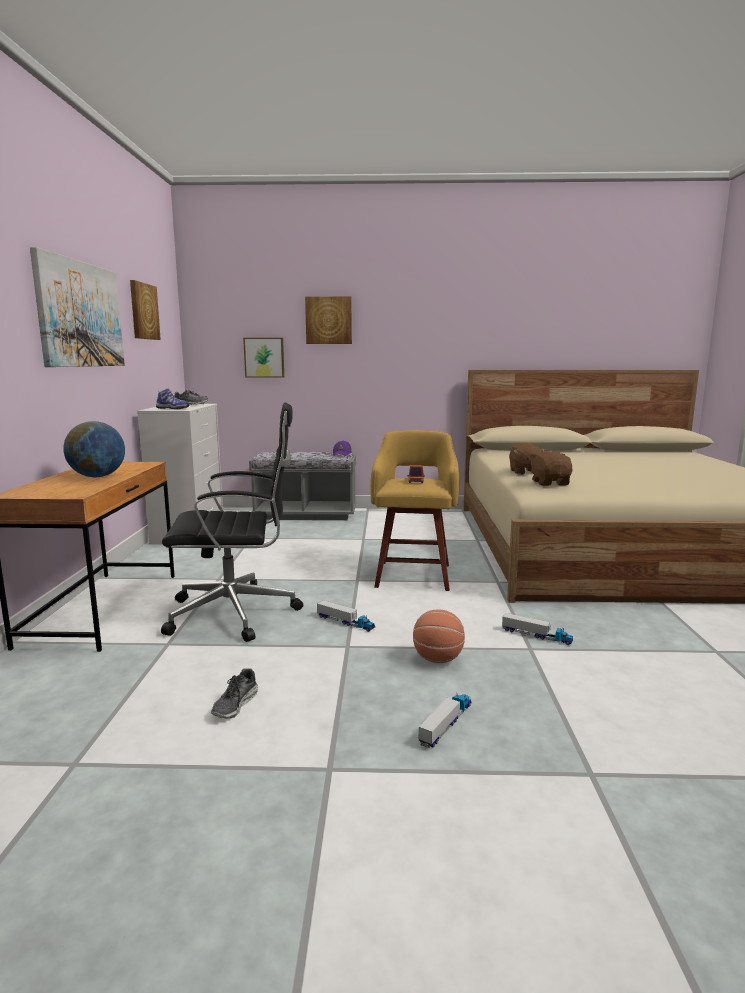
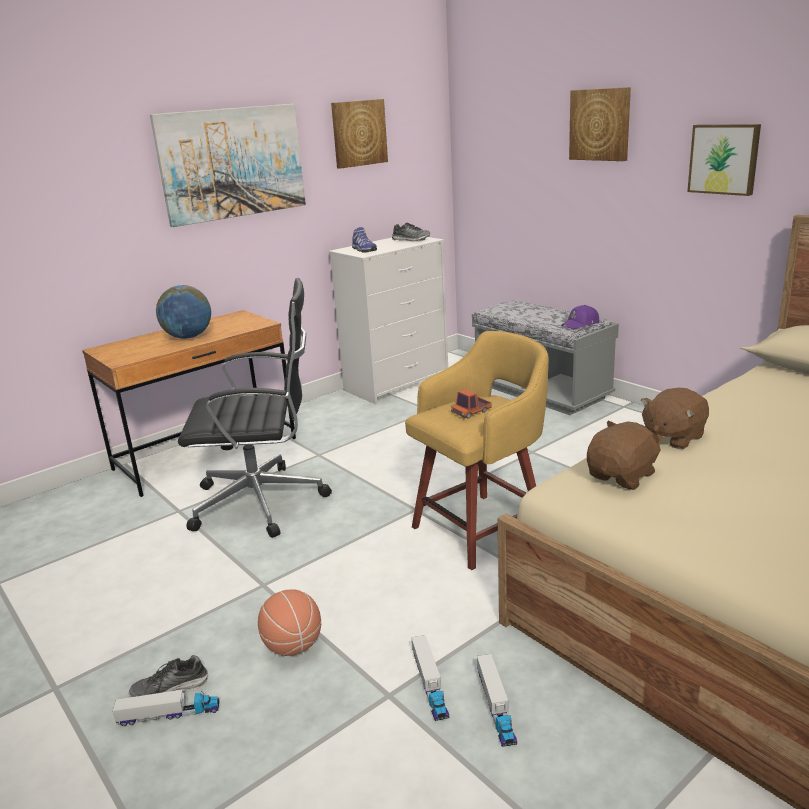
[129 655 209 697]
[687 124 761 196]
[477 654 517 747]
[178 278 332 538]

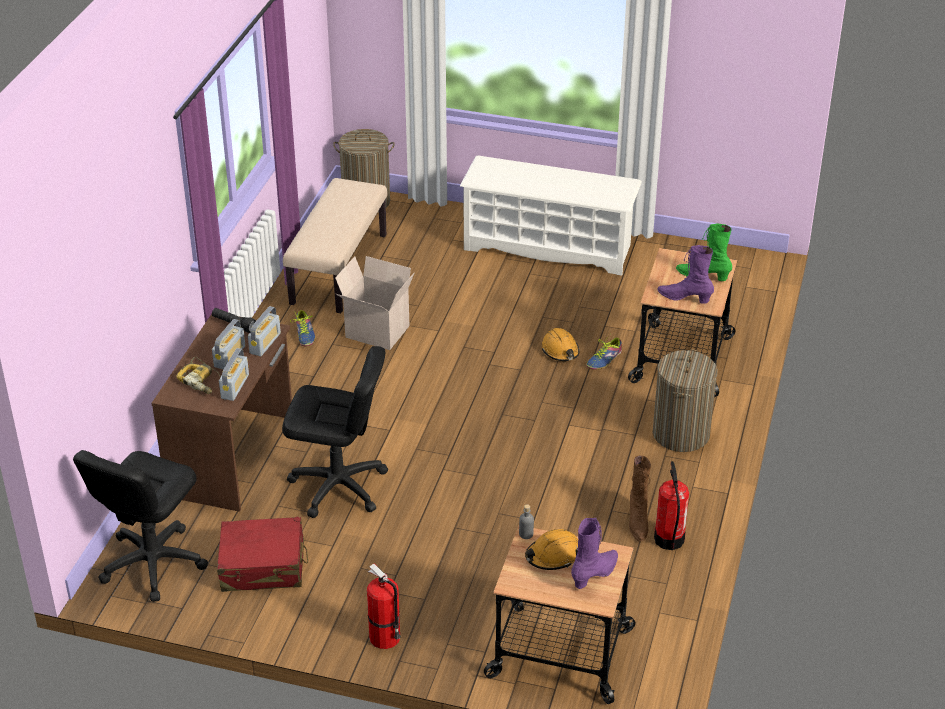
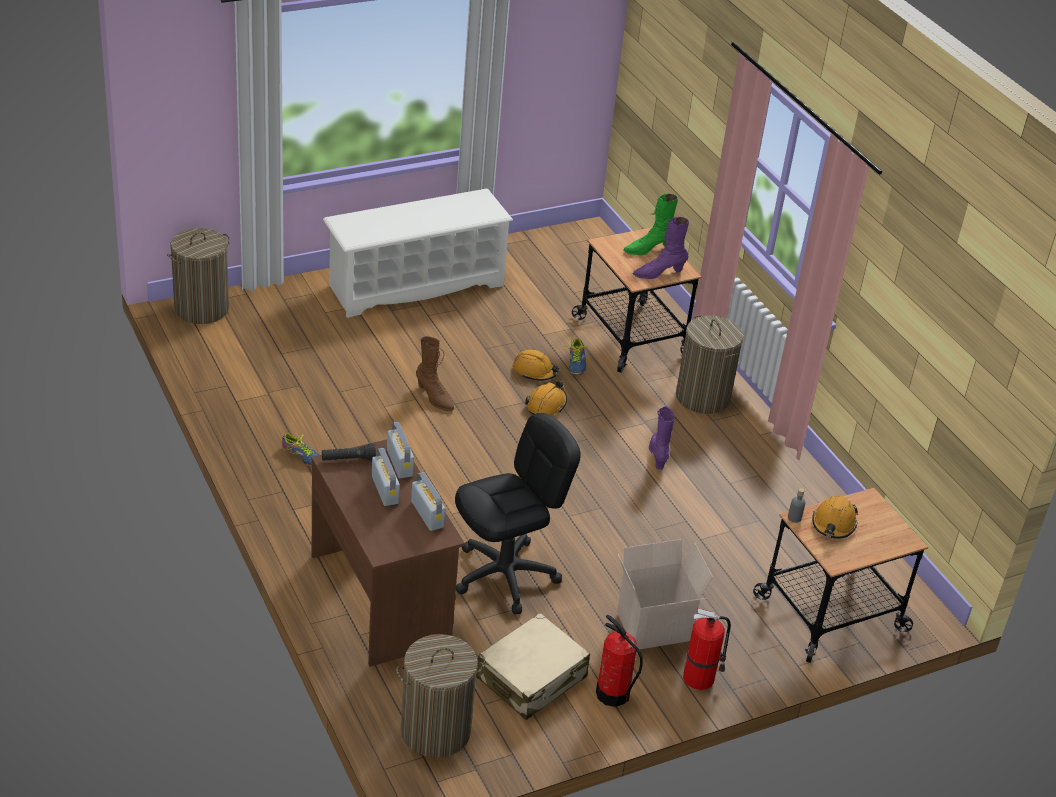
[176 357 221 394] (first image)
[283 178 387 313] (first image)
[525 381 567 415]
[617 539 713 649]
[649 406 675 469]
[416 336 454 411]
[596 615 643 707]
[396 634 485 758]
[476 613 590 720]

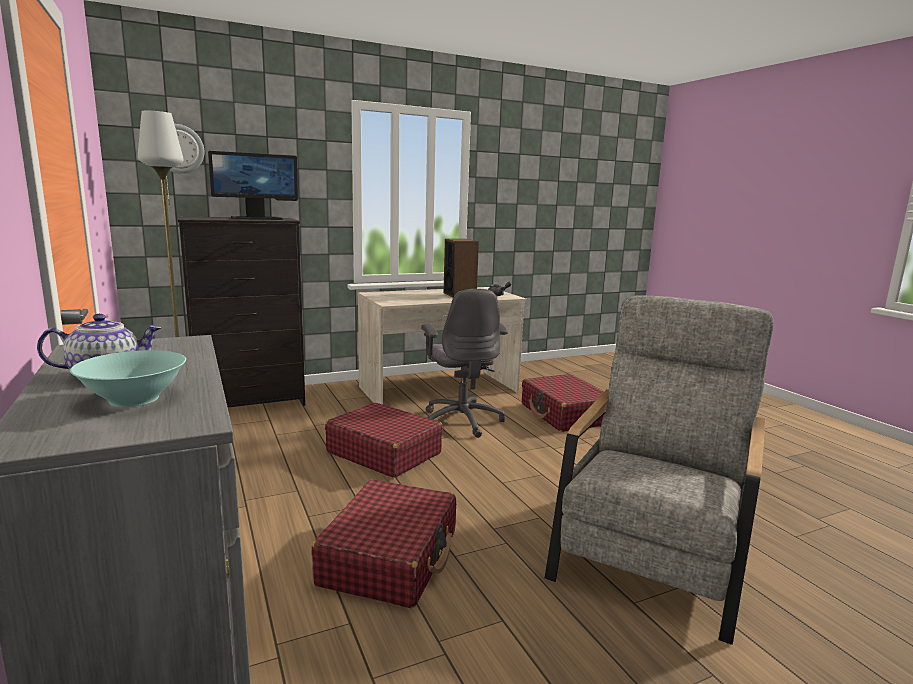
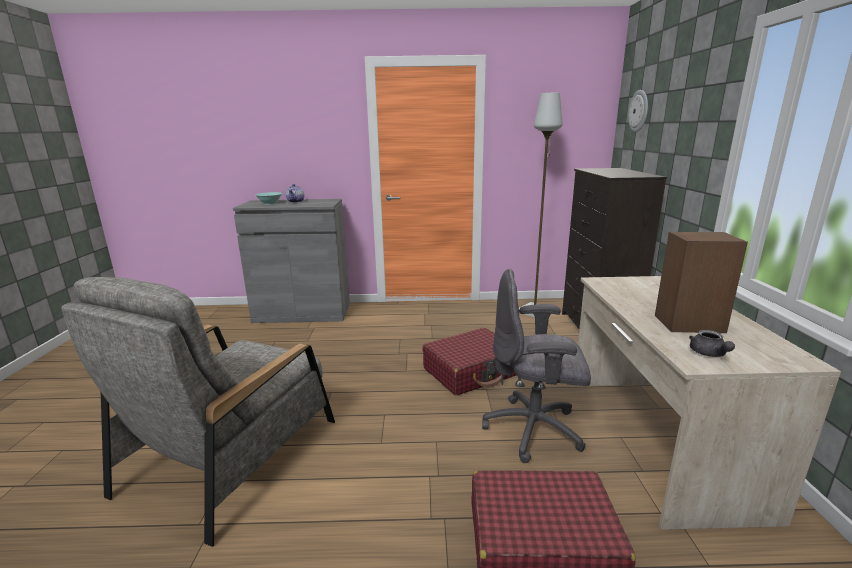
[208 151 298 220] (first image)
[312 479 456 608] (first image)
[61 277 335 547]

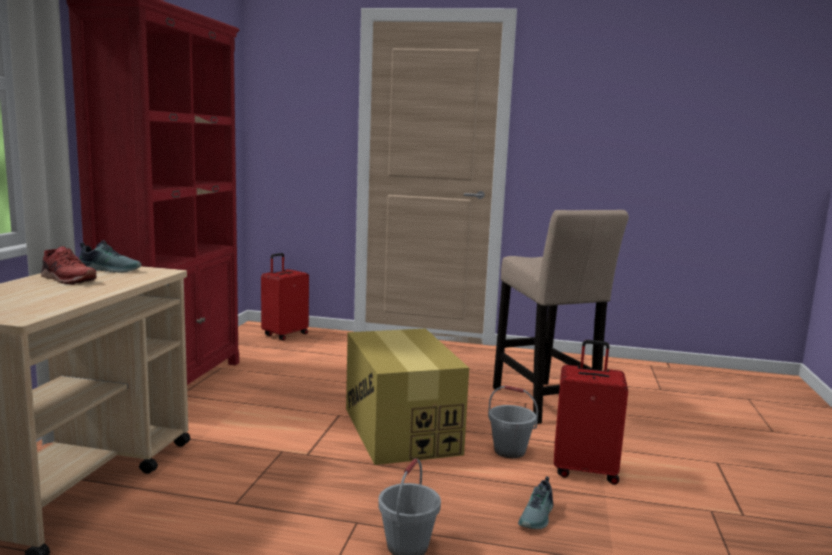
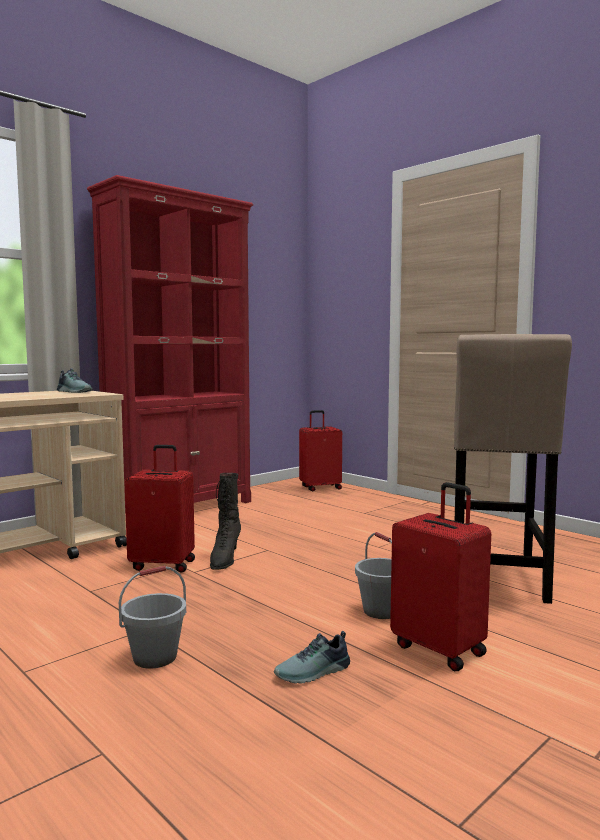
[41 246 97 285] (first image)
[346 329 469 465] (first image)
[125 445 195 572]
[210 473 241 570]

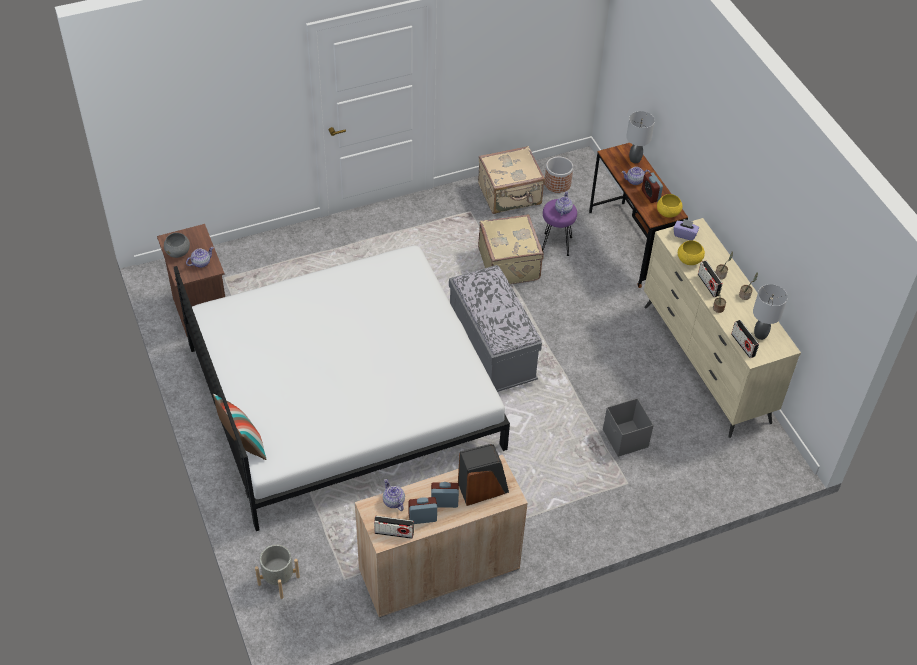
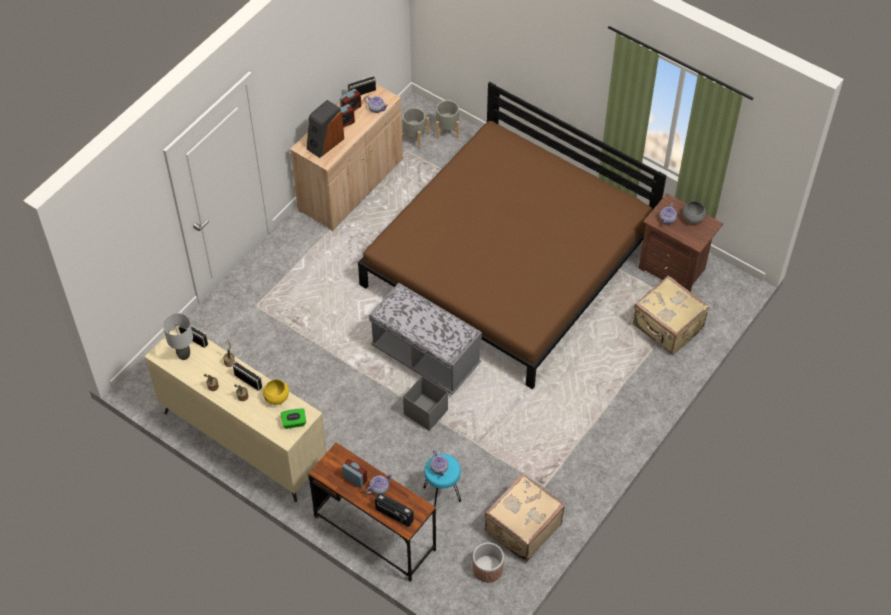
[213 394 266 460] (first image)
[657 194 682 218] (first image)
[402 108 429 149]
[633 275 709 355]
[403 376 448 431]
[375 493 414 527]
[358 82 667 389]
[423 454 461 507]
[281 408 306 429]

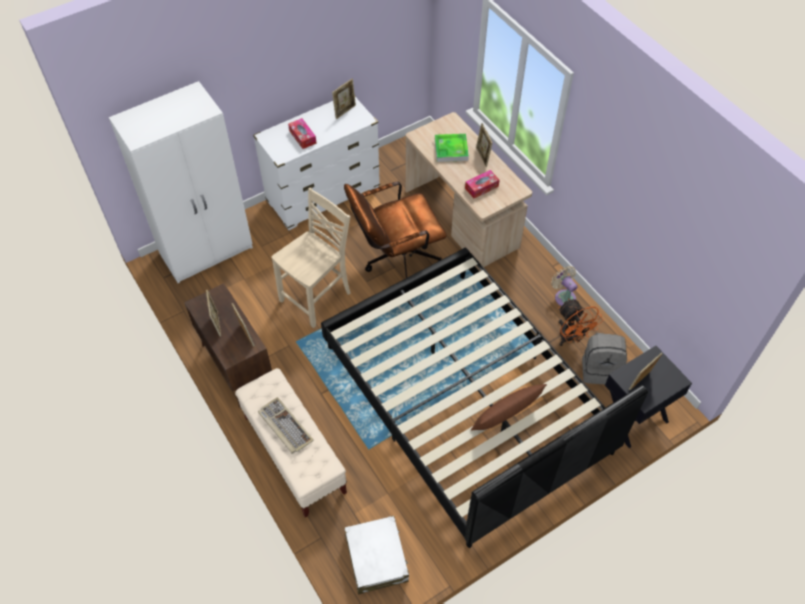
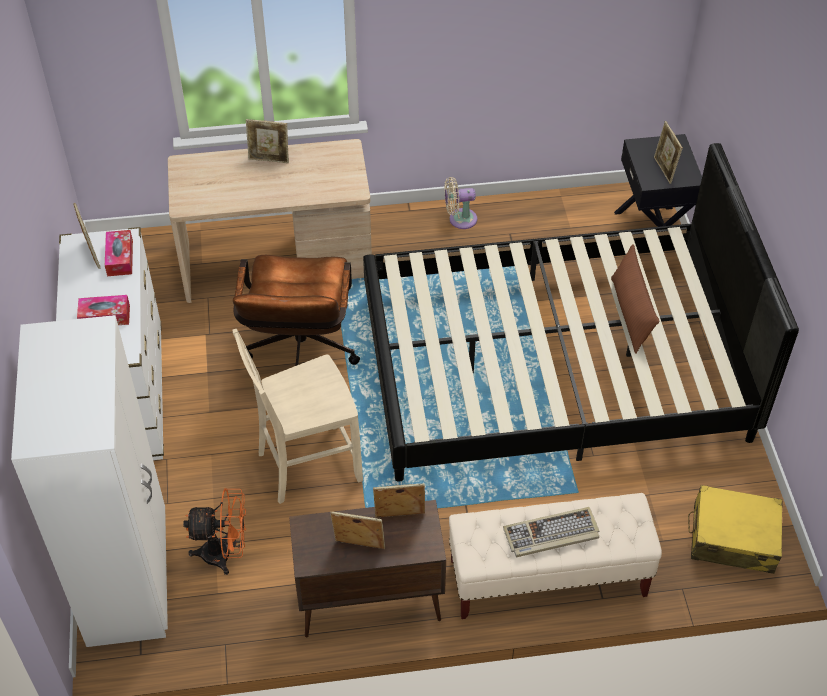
[435 134 469 162] (first image)
[582 333 627 384] (first image)
[105 230 133 276]
[183 488 246 575]
[688 485 783 574]
[233 329 363 504]

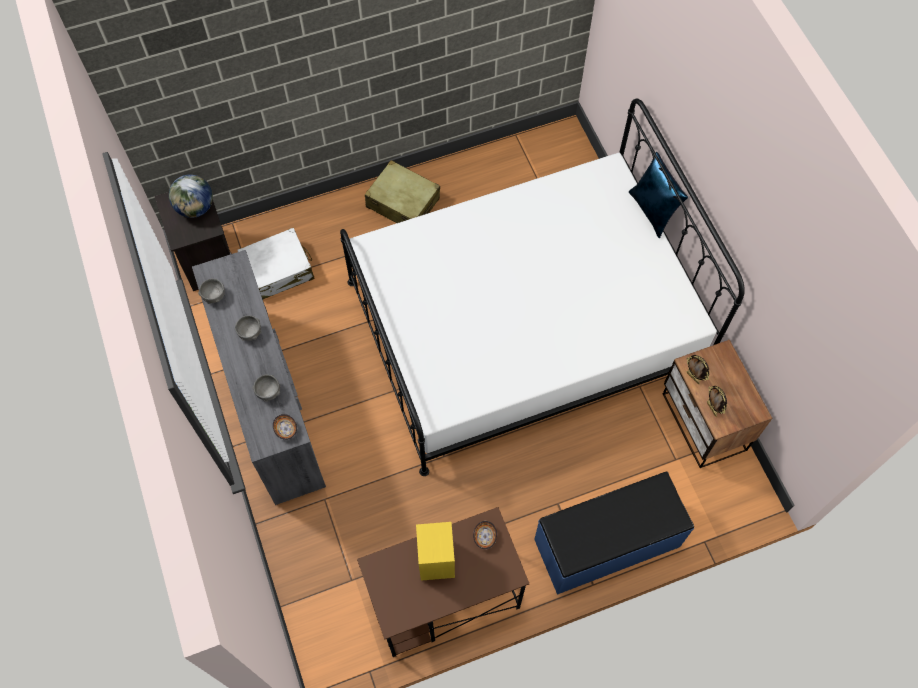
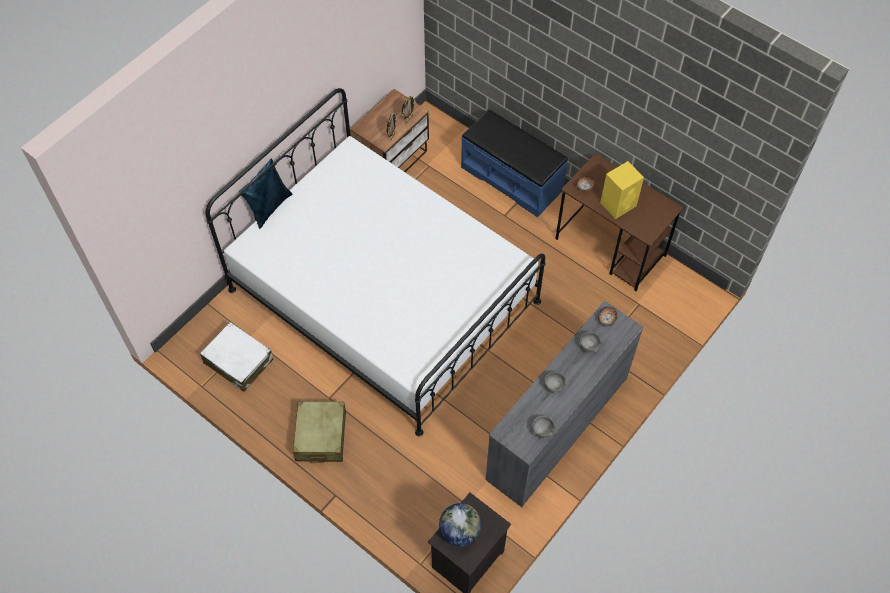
[200 322 273 392]

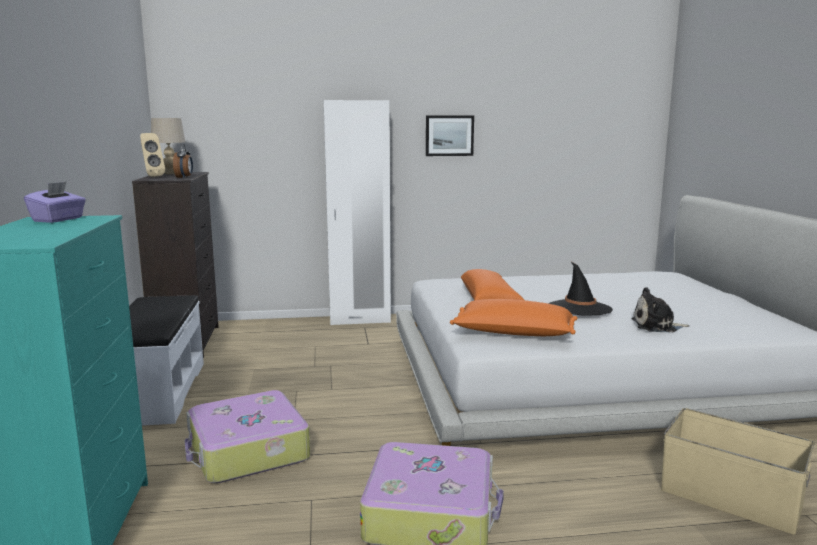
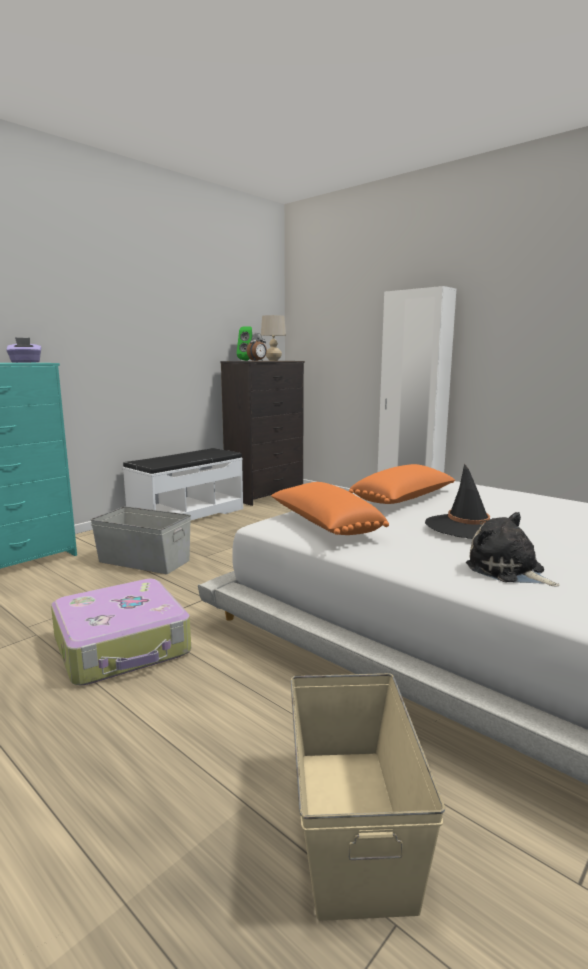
[426 116 474 156] (first image)
[90 506 191 574]
[237 326 252 361]

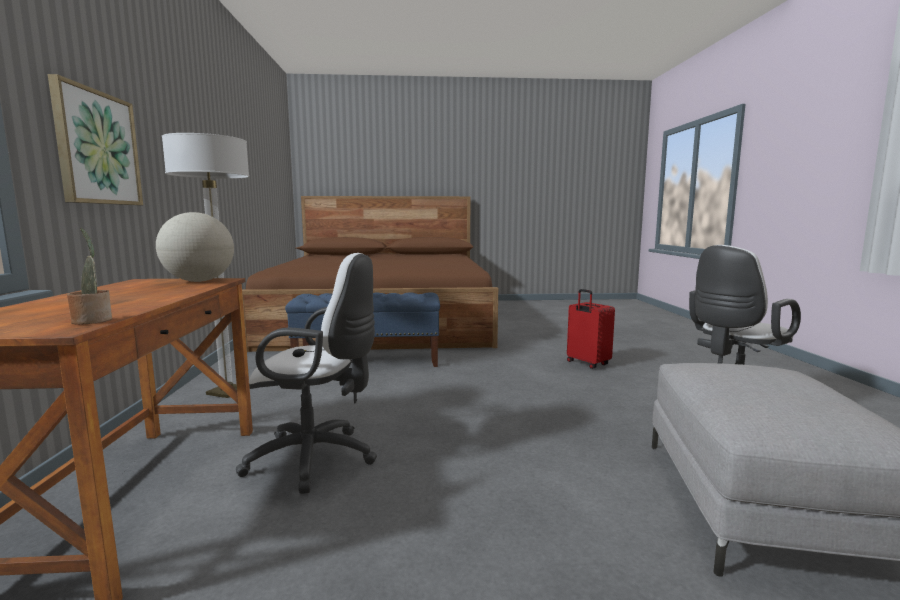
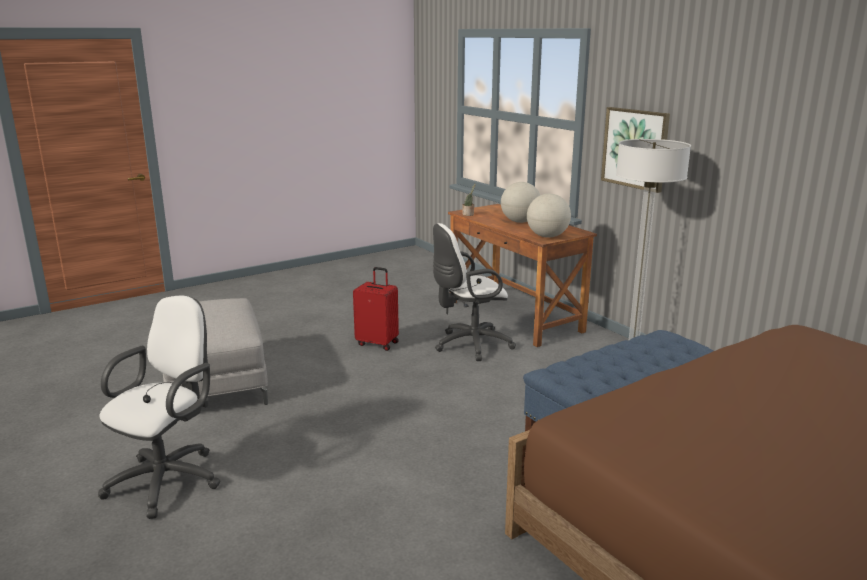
[501 182 540 223]
[353 267 399 351]

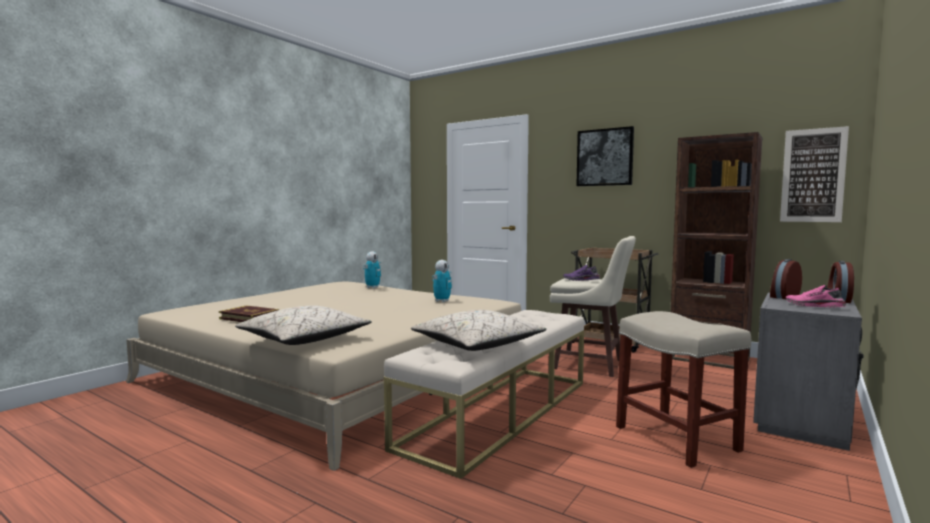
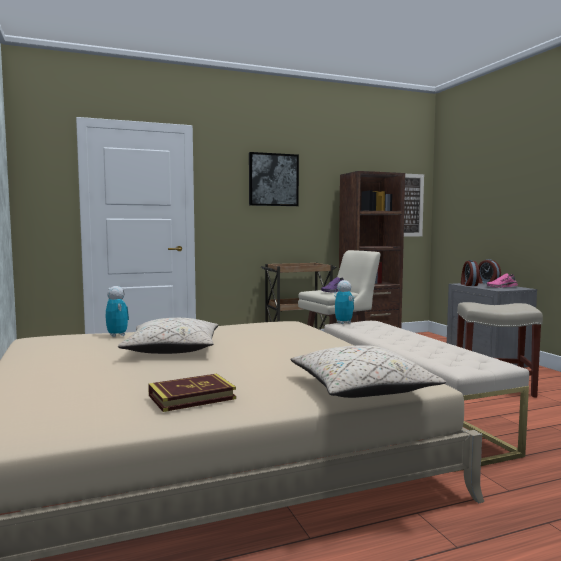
[118 318 218 354]
[334 280 355 324]

